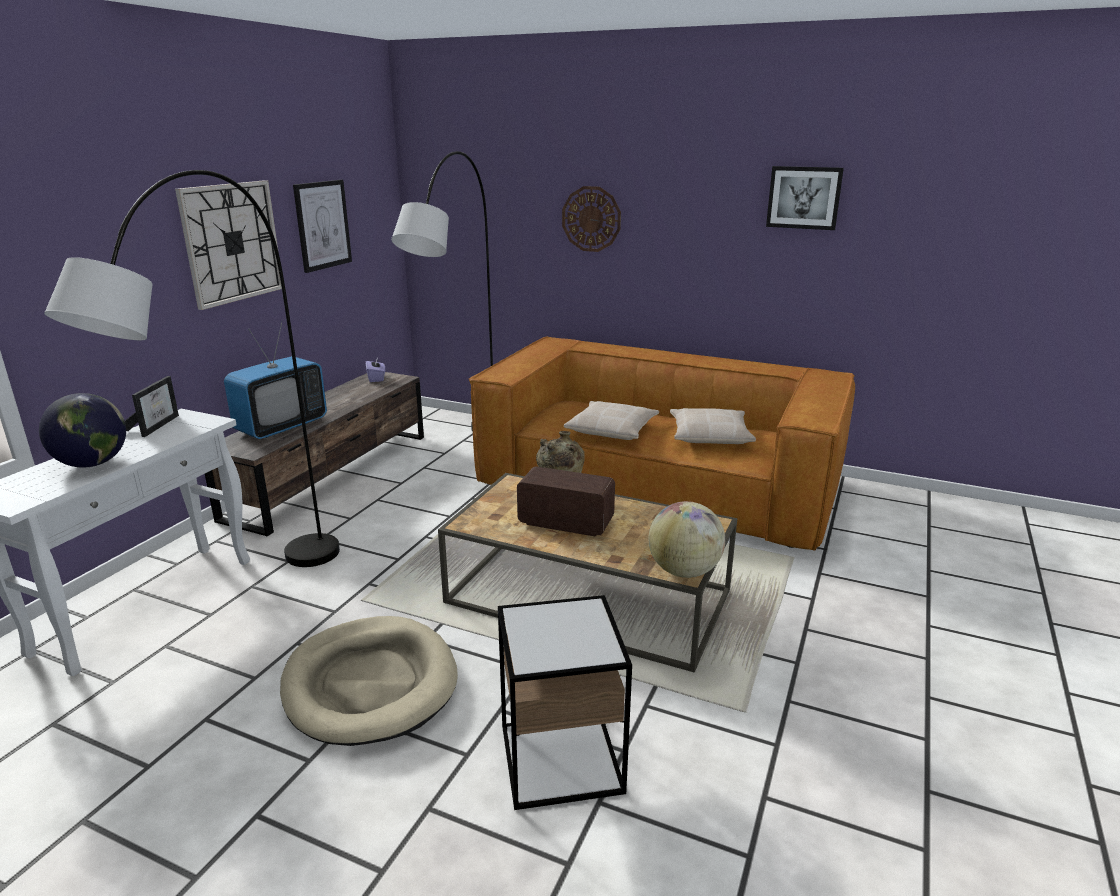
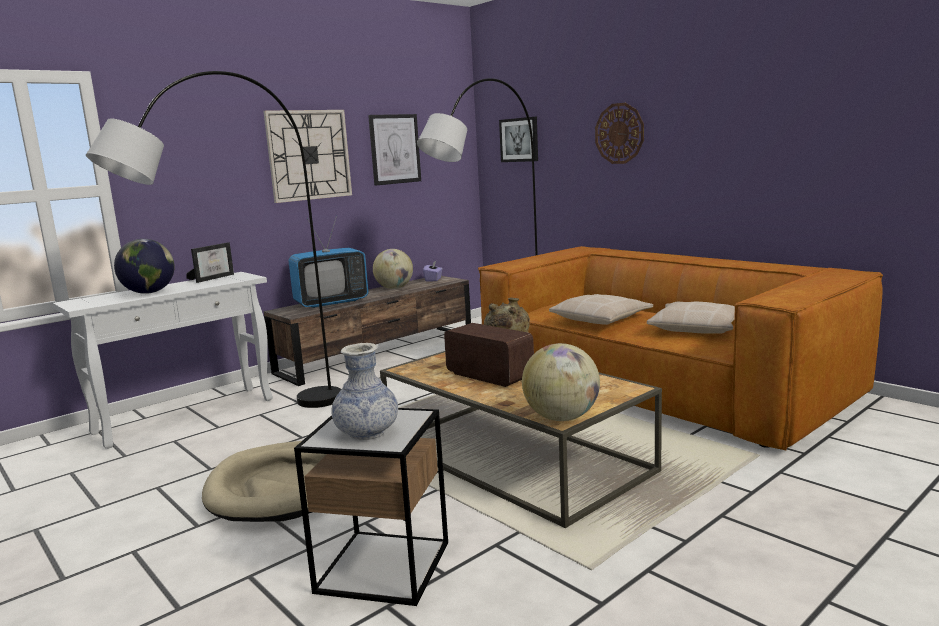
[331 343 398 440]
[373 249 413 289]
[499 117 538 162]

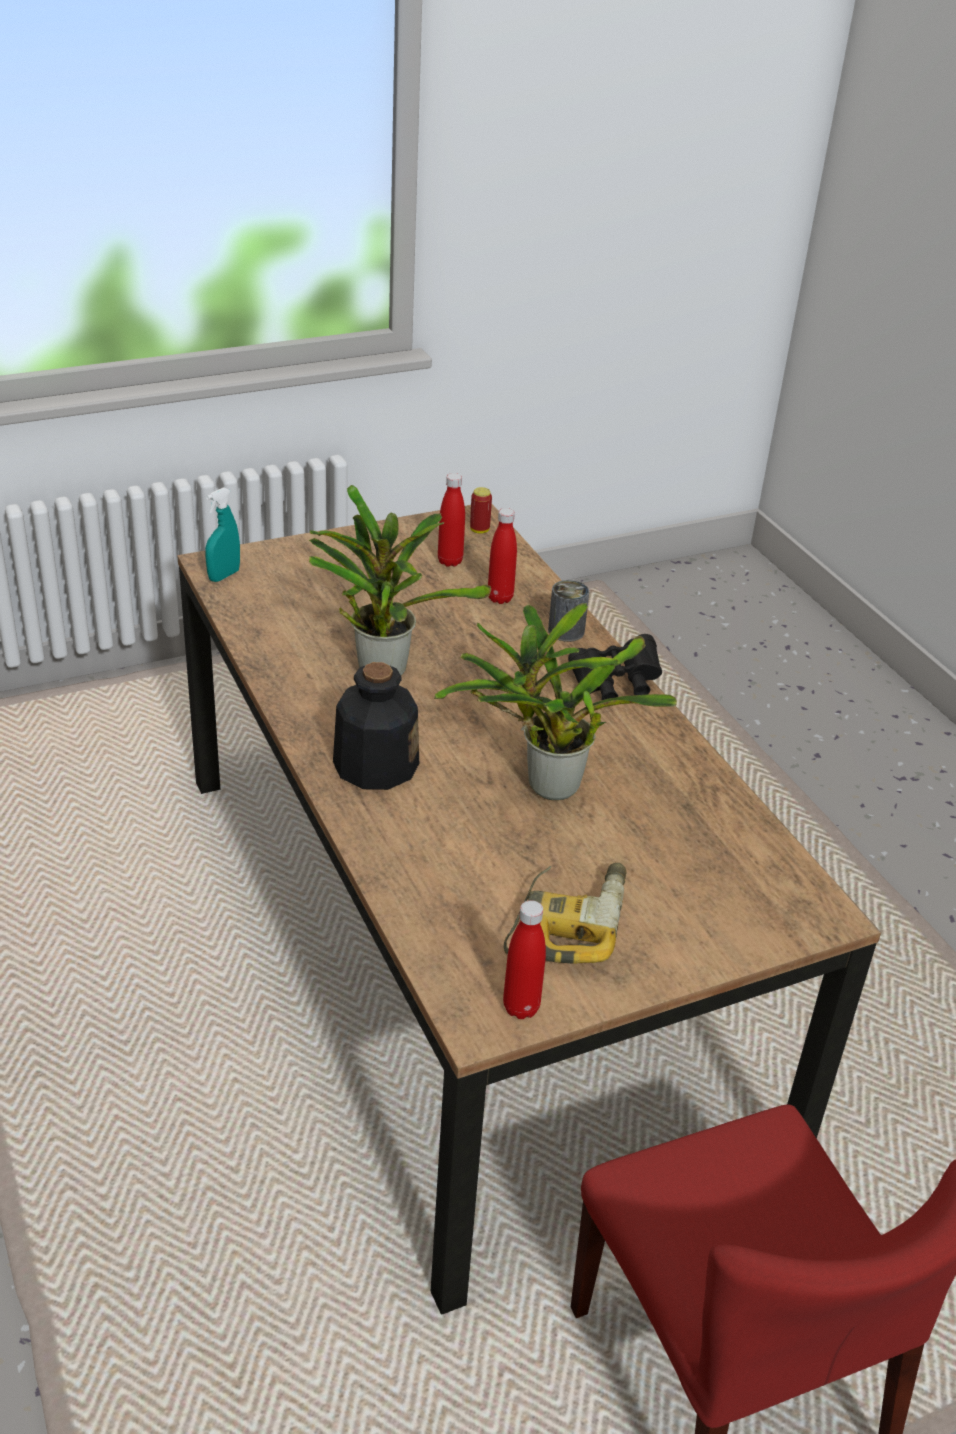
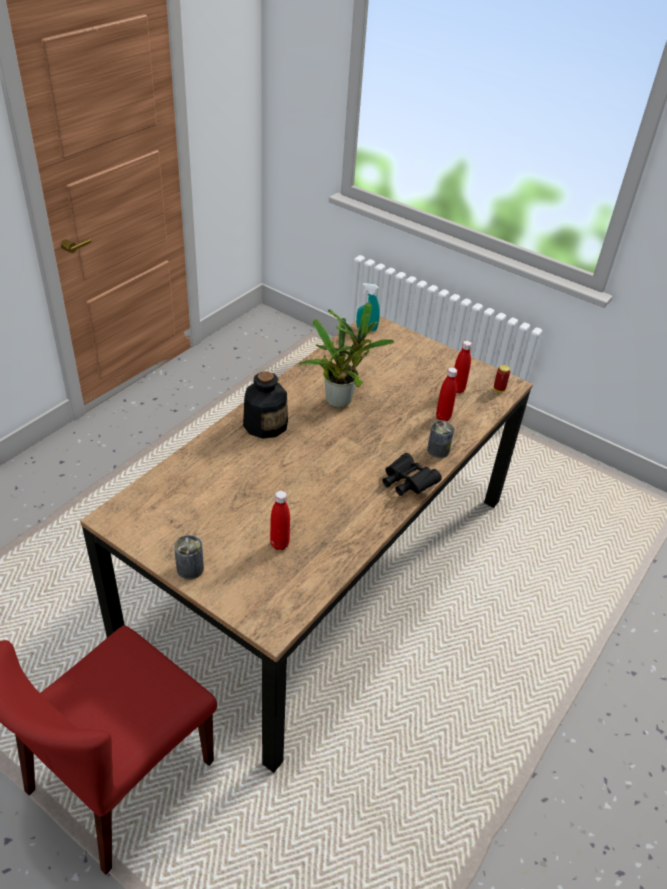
[434 603 677 800] (first image)
[504 863 626 964] (first image)
[174 535 204 580]
[270 491 290 550]

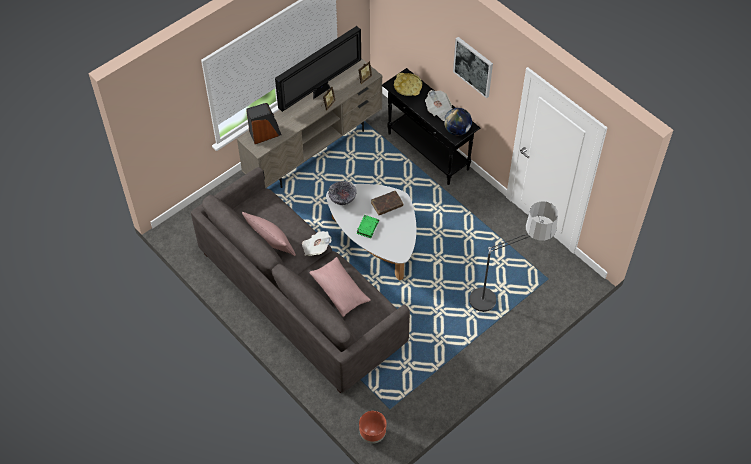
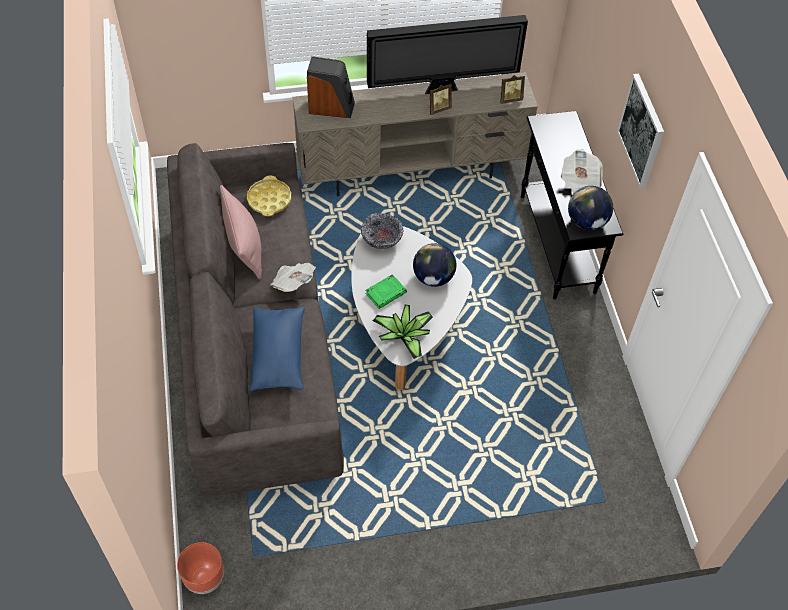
[469 202 558 312] (first image)
[373 305 433 359]
[247 176 291 216]
[413 243 456 287]
[249 307 304 391]

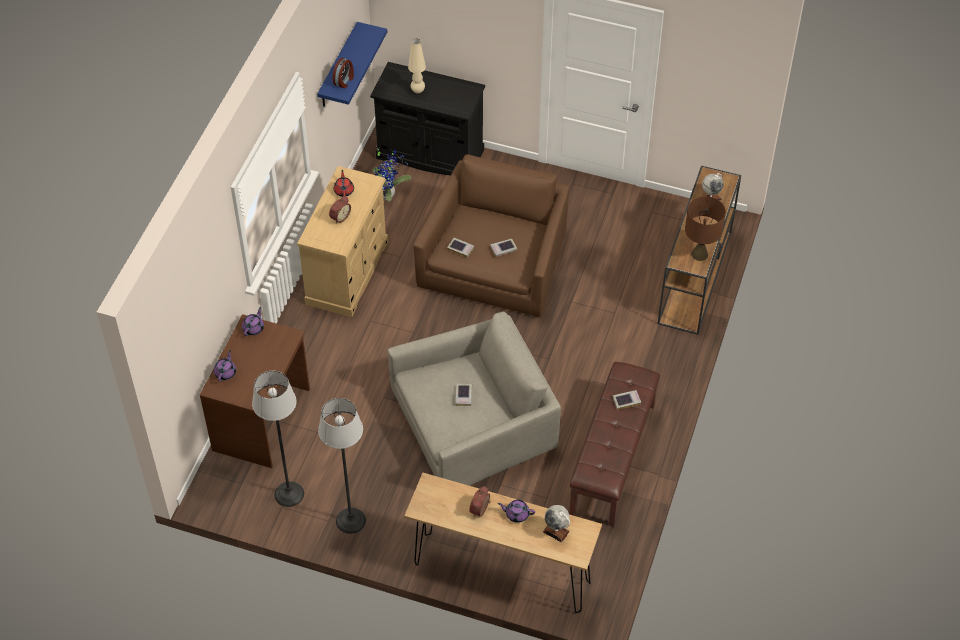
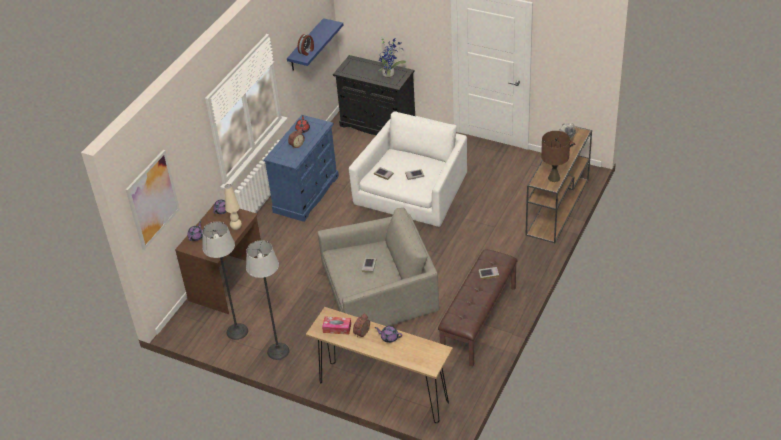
[543 505 570 543] (first image)
[125 150 180 250]
[322 317 351 334]
[378 38 406 79]
[225 184 242 230]
[263 115 339 222]
[349 111 467 227]

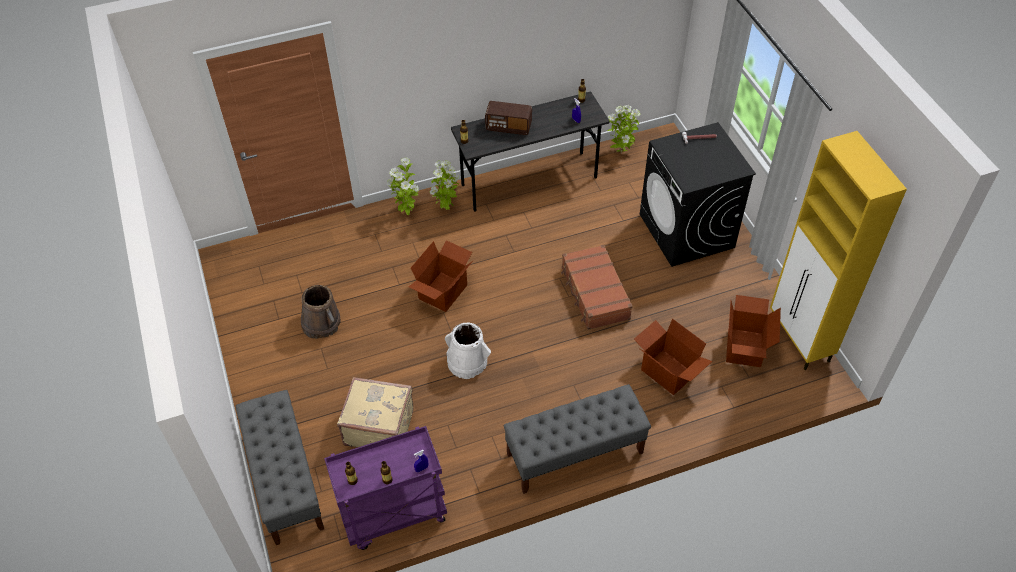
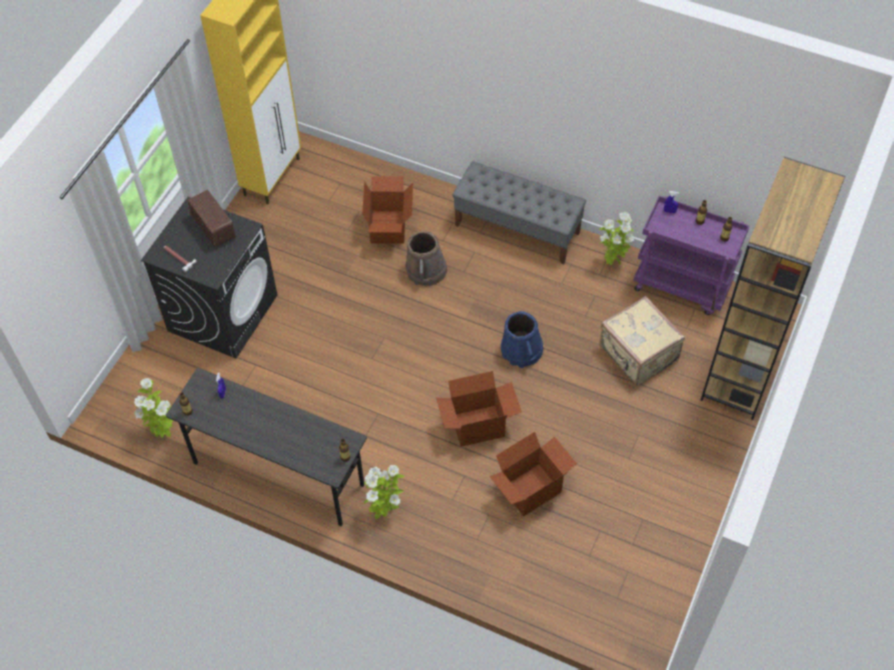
[561 245 633 330] (first image)
[405 231 447 286]
[599 212 634 265]
[187 190 236 247]
[489 432 577 516]
[700 157 845 420]
[501 311 543 368]

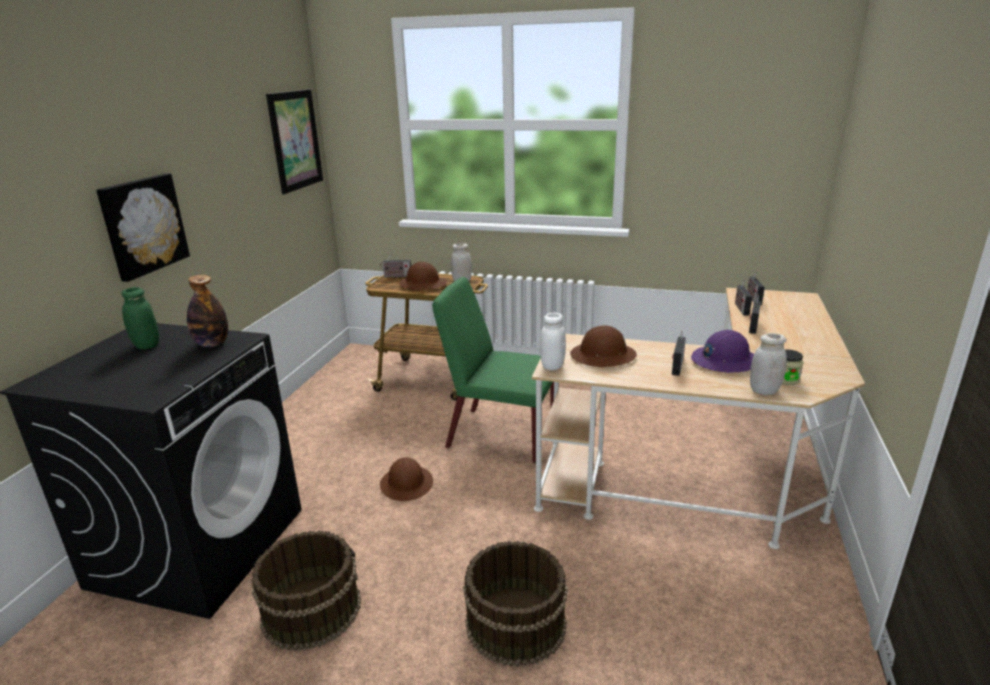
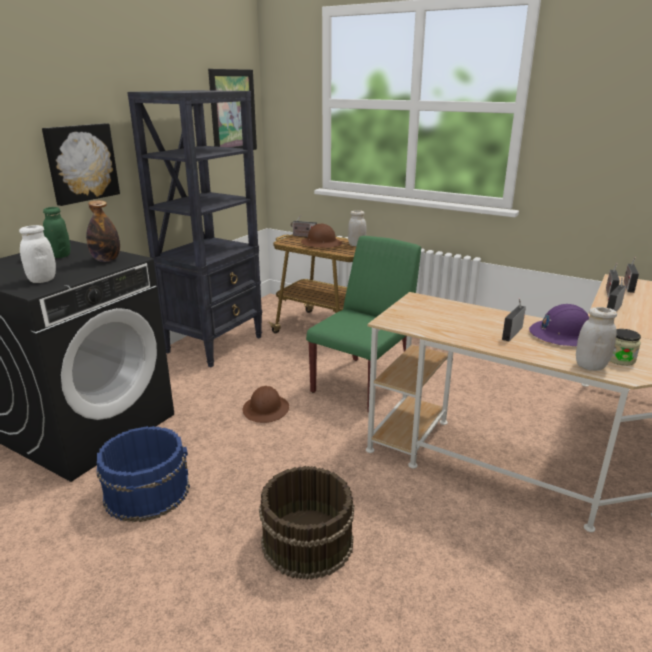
[570 325 637 367] (first image)
[127 90 262 367]
[19 225 56 283]
[97 426 190 522]
[306 236 421 412]

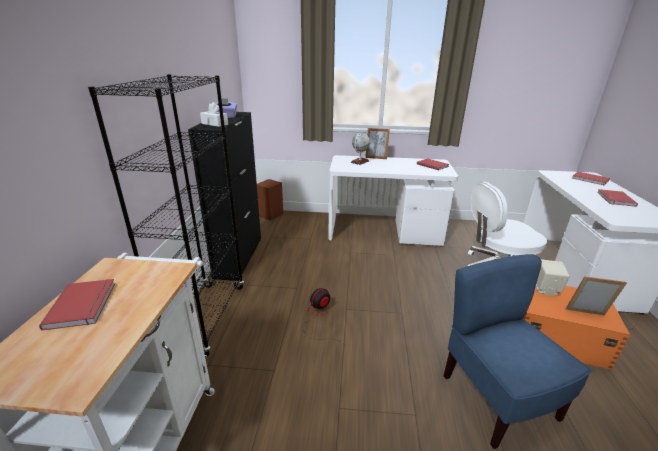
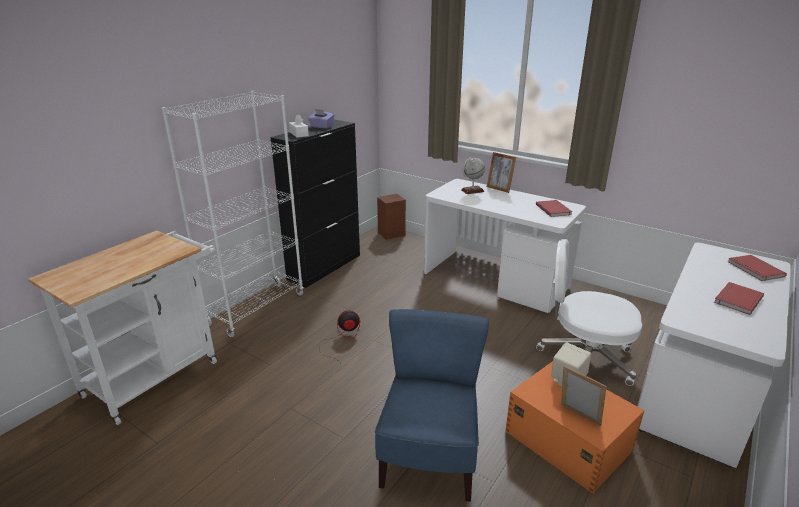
[39 279 115 331] (first image)
[161 91 304 337]

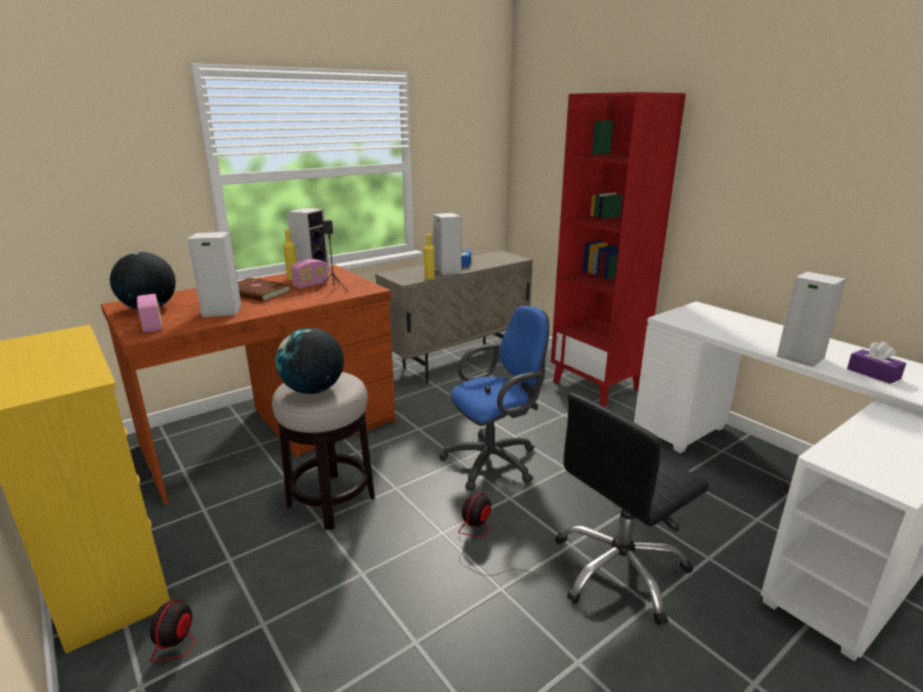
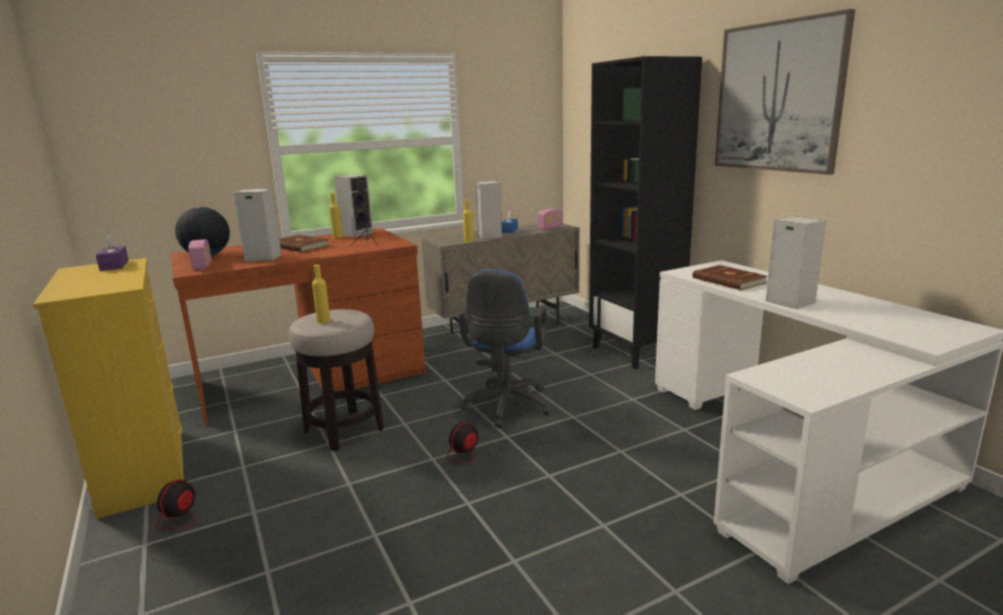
[555 393 709 625] (first image)
[692 265 768 290]
[715 9 855 175]
[538 209 563 230]
[96 234 129 271]
[312 265 331 323]
[589 56 702 369]
[459 270 552 428]

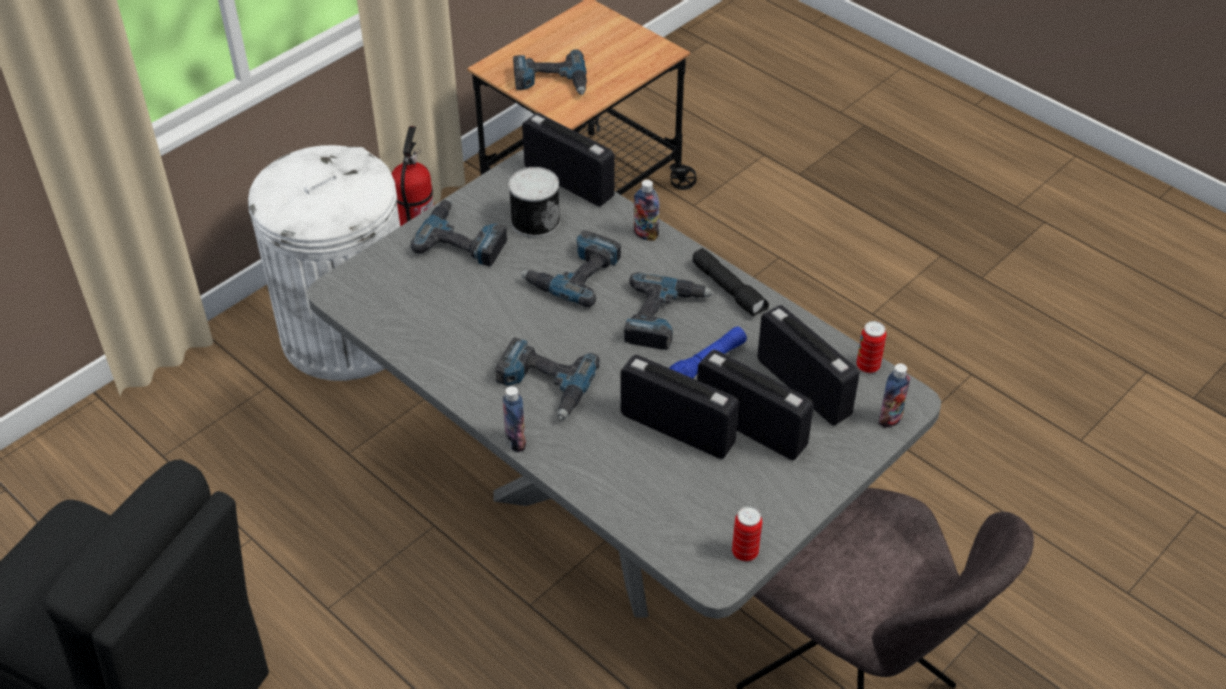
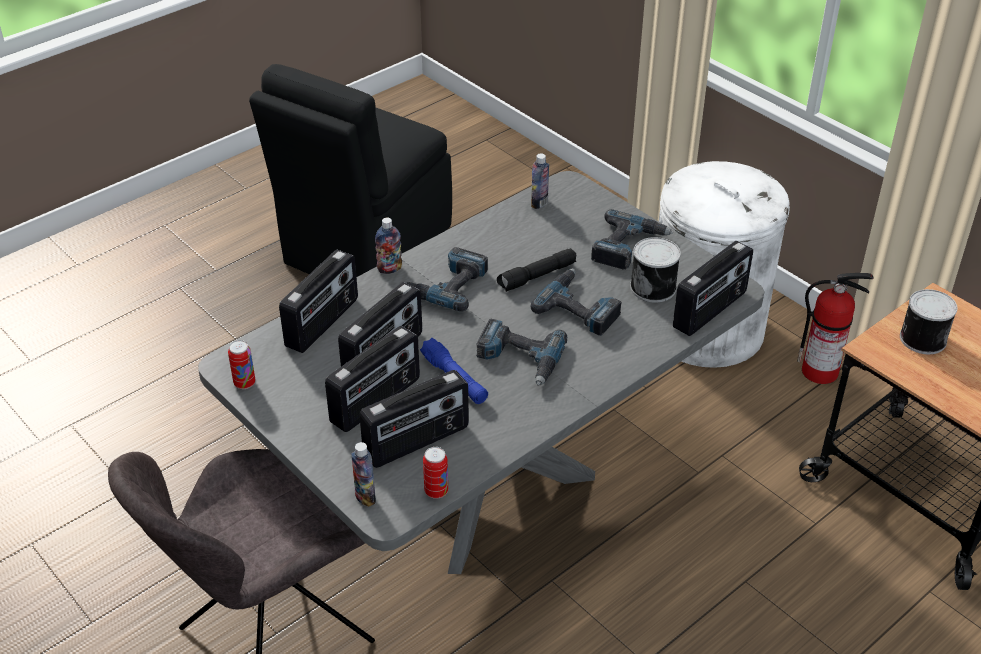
[279 250 358 353]
[531 153 549 209]
[497 248 576 292]
[900 289 958 354]

